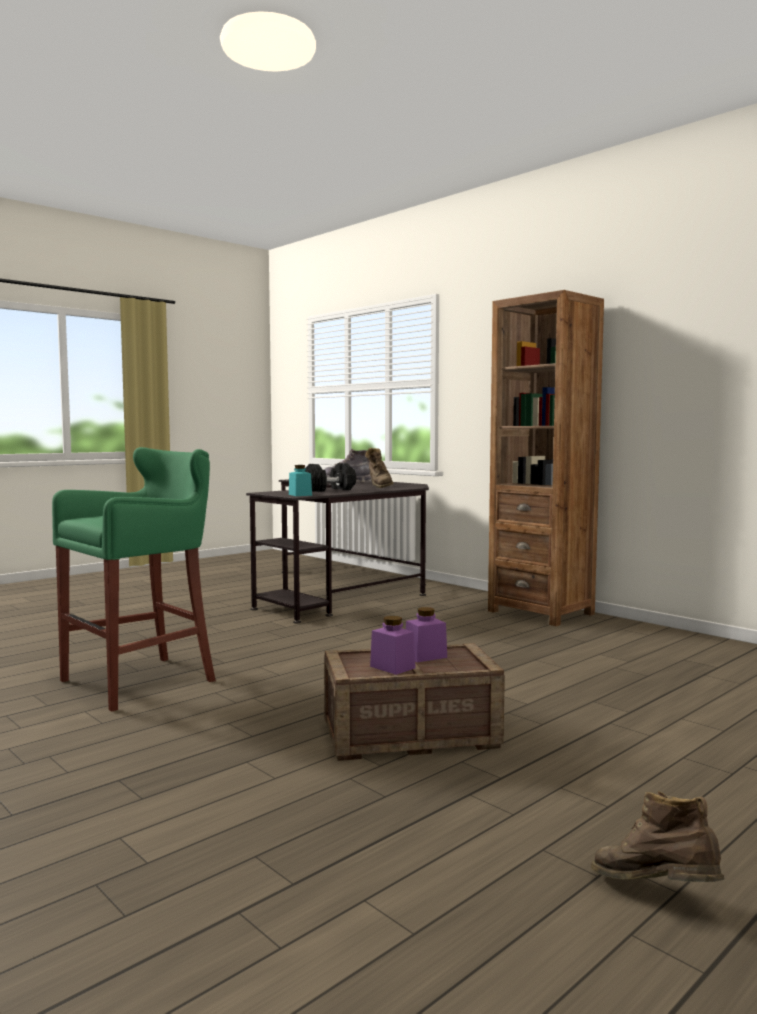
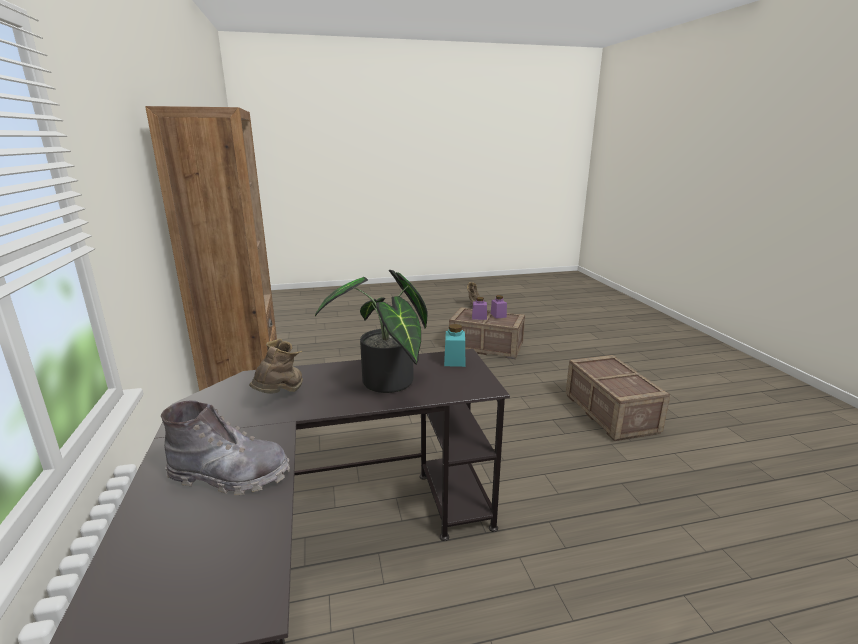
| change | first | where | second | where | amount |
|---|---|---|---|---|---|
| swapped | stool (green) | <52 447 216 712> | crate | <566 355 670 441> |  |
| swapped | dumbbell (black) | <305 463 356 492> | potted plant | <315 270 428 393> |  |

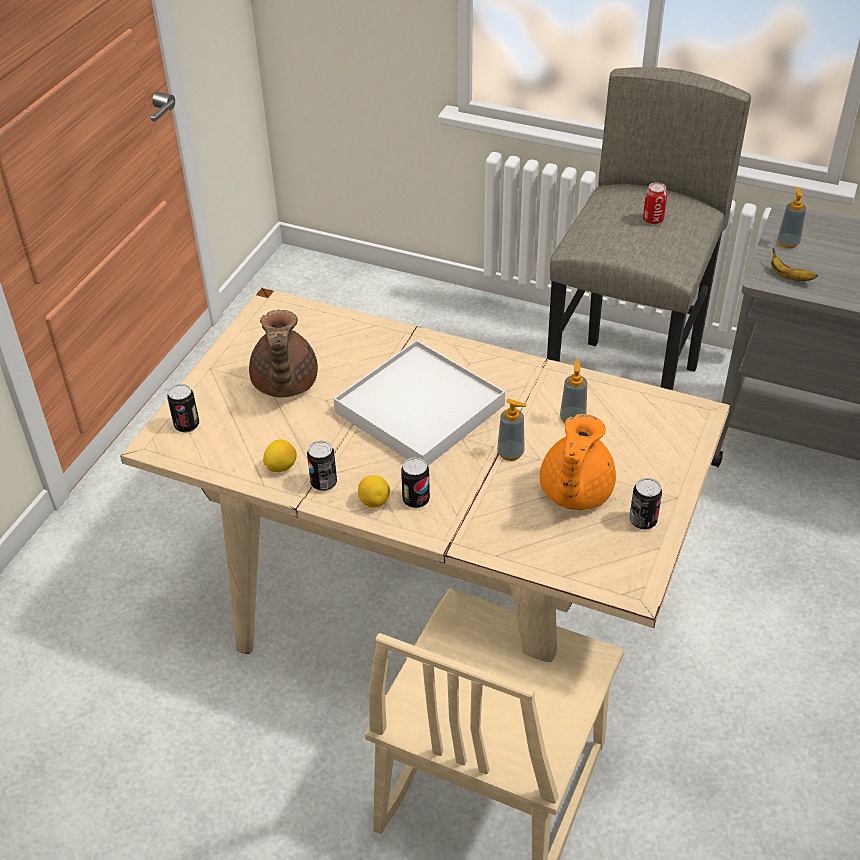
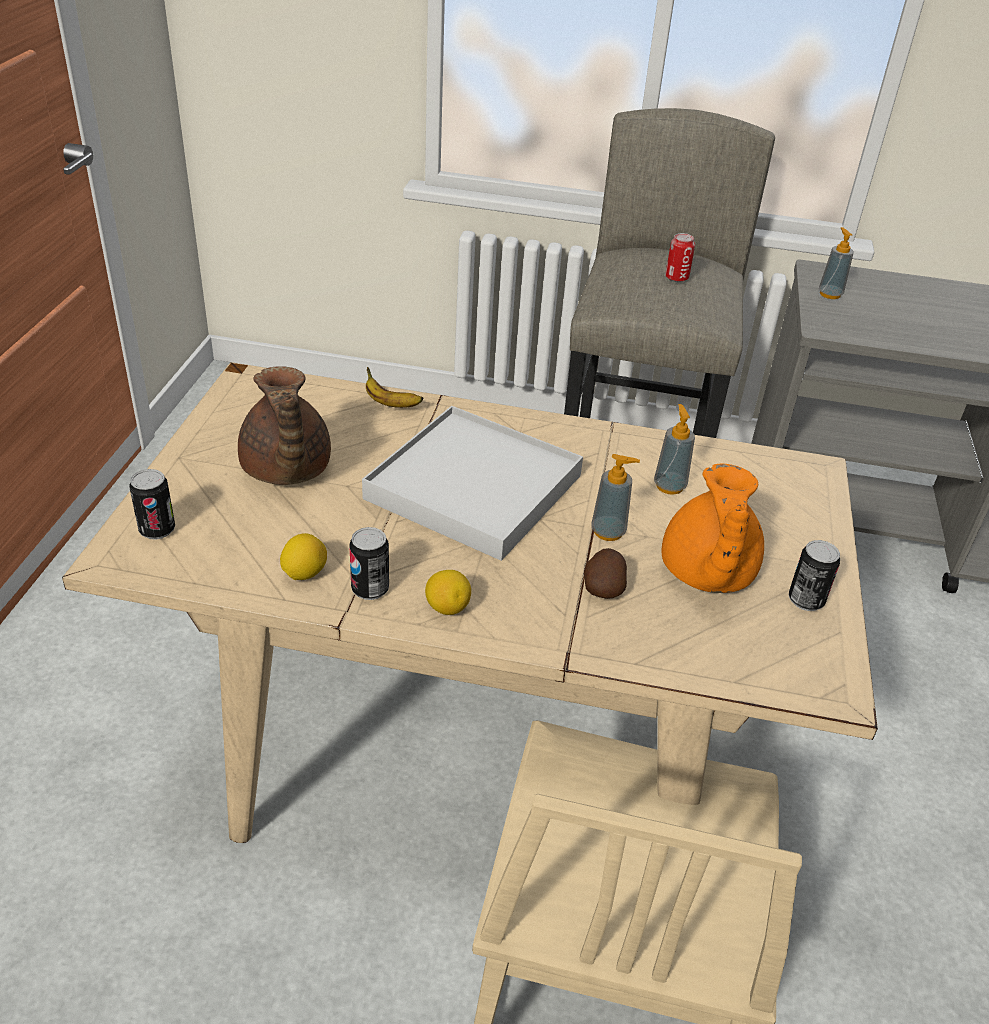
| change | first | where | second | where | amount |
|---|---|---|---|---|---|
| gone | can | <401 457 430 508> |  |  |  |
| shifted | banana | <771 248 818 281> |  | <366 367 423 408> |  |
| new |  |  | potato | <584 548 627 599> |  |

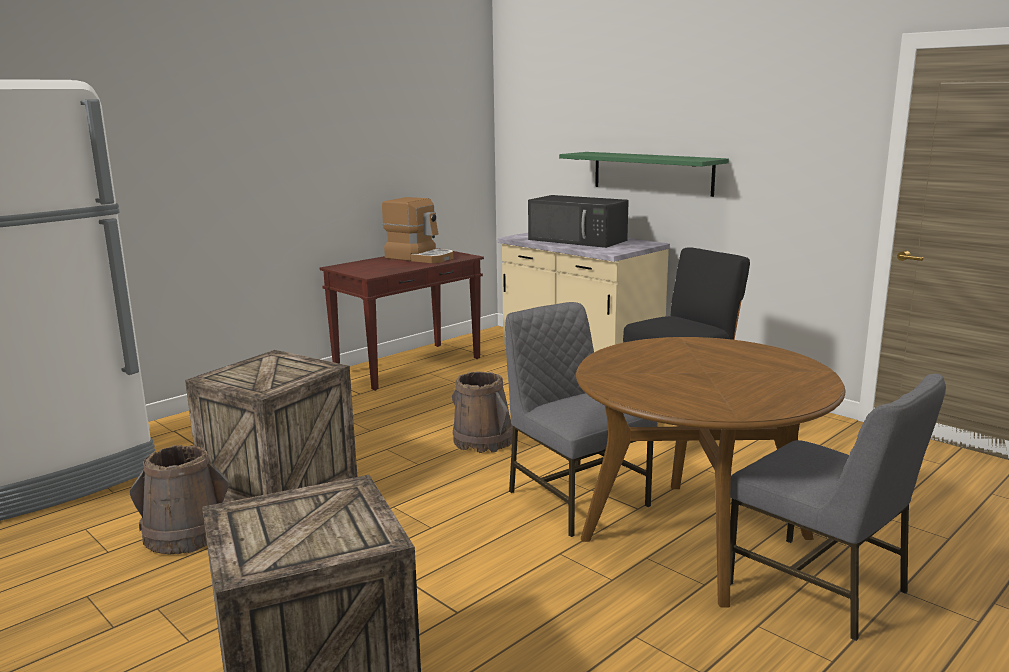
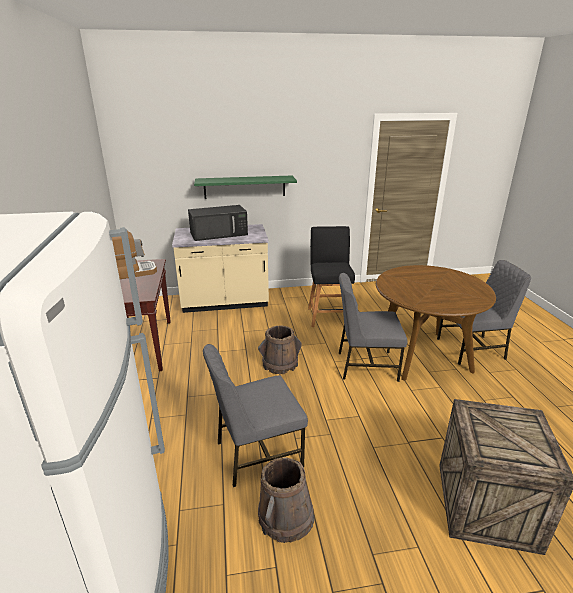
| change | first | where | second | where | amount |
|---|---|---|---|---|---|
| swapped | crate | <185 350 357 503> | chair (grey) | <203 344 308 487> |  |

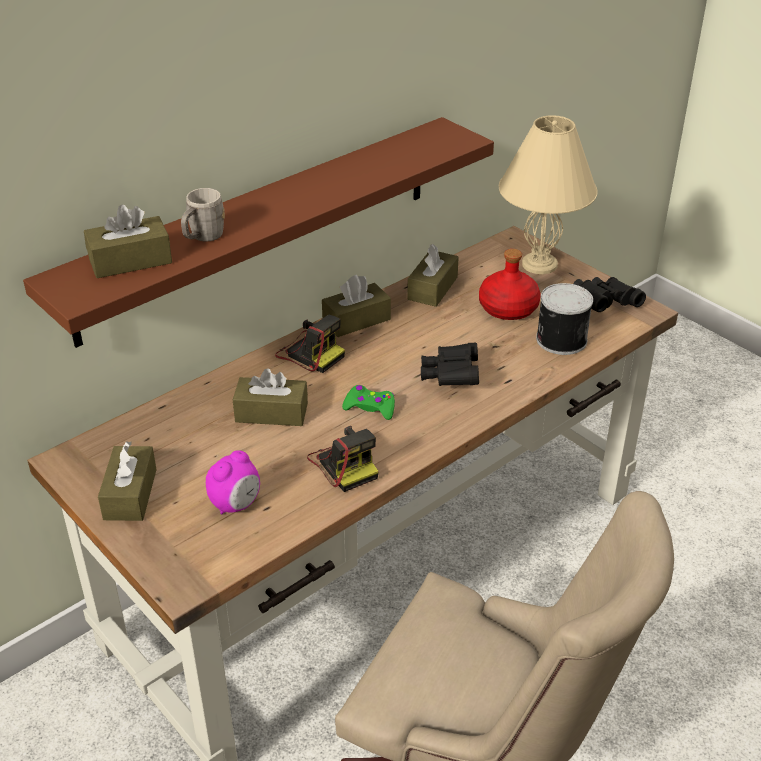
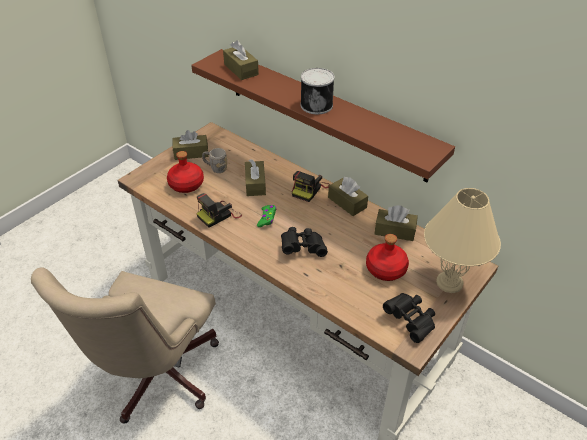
| change | first | where | second | where | amount |
|---|---|---|---|---|---|
| shifted | mug (grey) | <181 188 225 241> |  | <202 148 227 173> |  |
| swapped | alarm clock | <206 450 260 515> | bottle (red) | <167 151 204 193> |  |
| shifted | can | <536 283 593 355> |  | <301 68 335 114> |  |

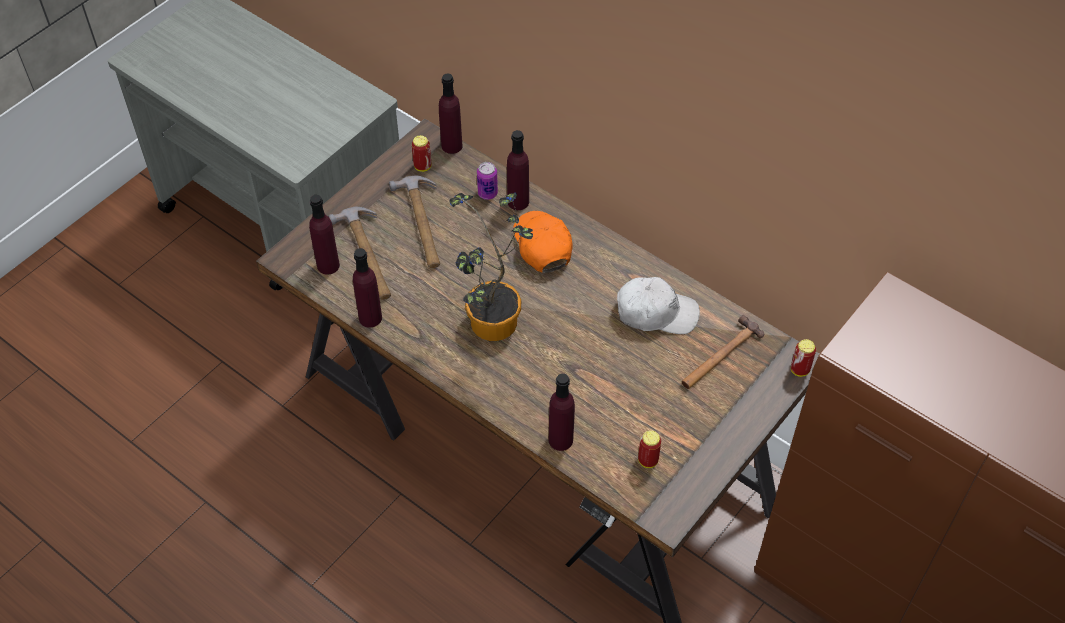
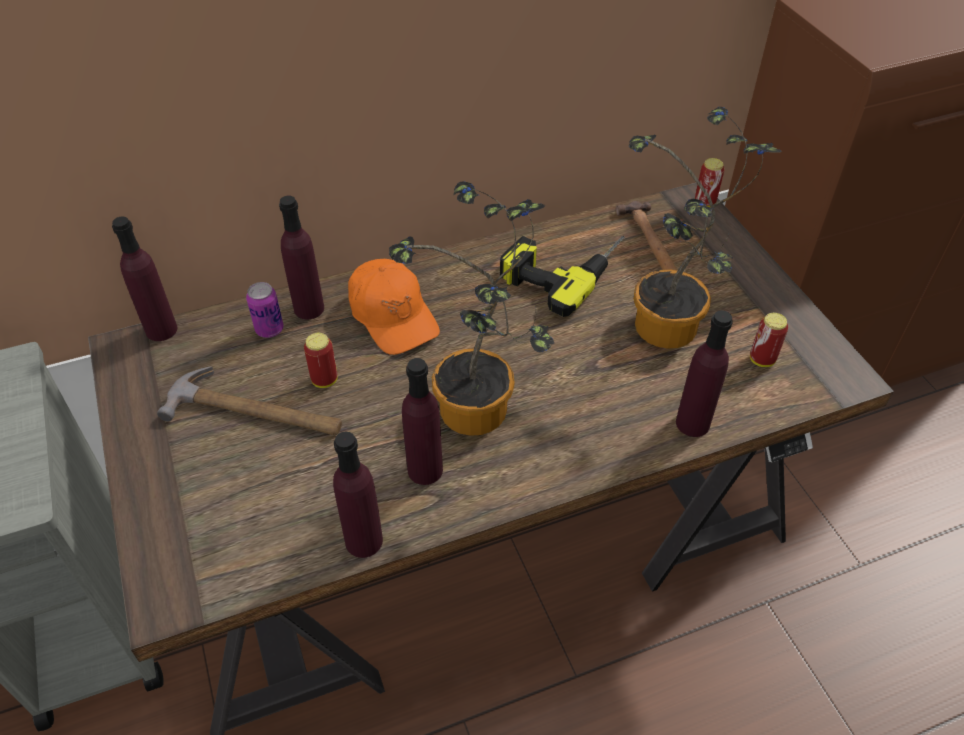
| change | first | where | second | where | amount |
|---|---|---|---|---|---|
| shifted | bottle (purple) | <309 195 340 275> |  | <402 358 443 485> |  |
| gone | hammer | <328 207 391 300> |  |  |  |
| shifted | can | <412 135 431 172> |  | <304 333 338 388> |  |
| rotated | cap (orange) | <513 211 573 273> |  | <348 259 440 355> | 135 degrees counterclockwise |
| swapped | cap (white) | <617 277 700 334> | power drill | <500 236 625 317> |  |
| new |  |  | potted plant | <629 107 782 349> |  |

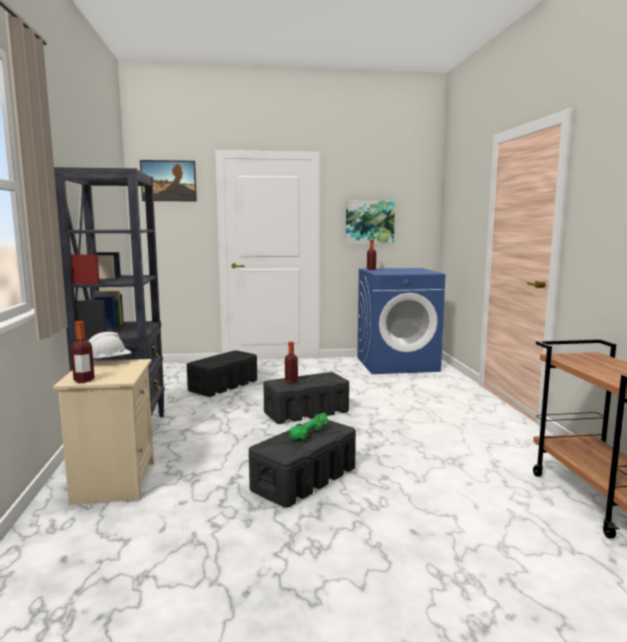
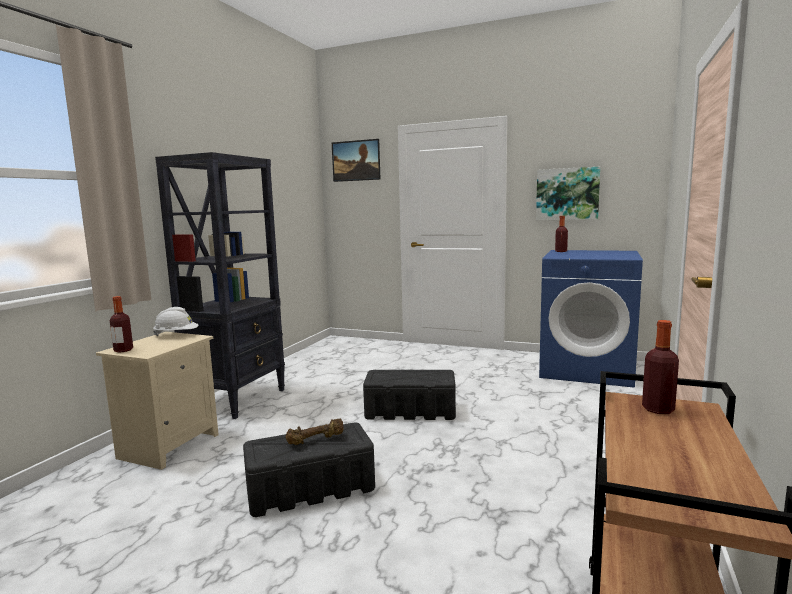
| change | first | where | second | where | amount |
|---|---|---|---|---|---|
| gone | storage box (black) | <187 350 257 397> |  |  |  |
| shifted | bottle | <285 342 298 383> |  | <642 320 679 414> |  |
| repainted | dumbbell (green) | <289 413 328 440> | dumbbell (brown) | <285 419 343 445> |  |

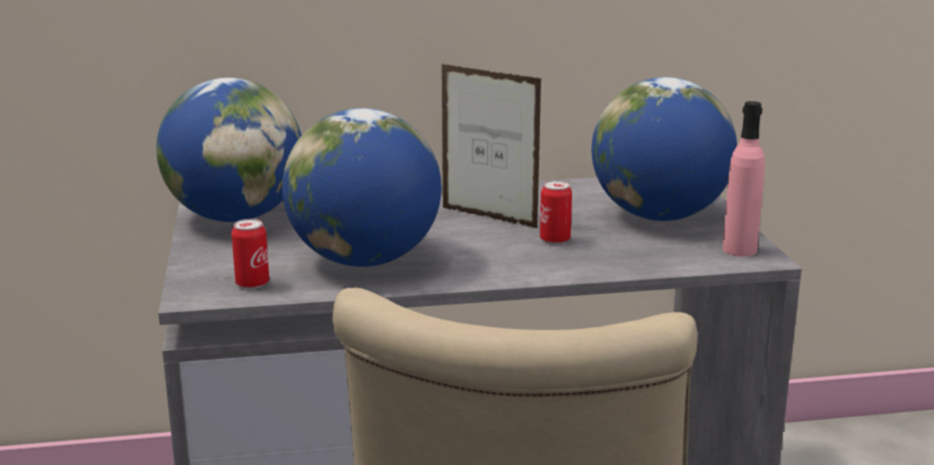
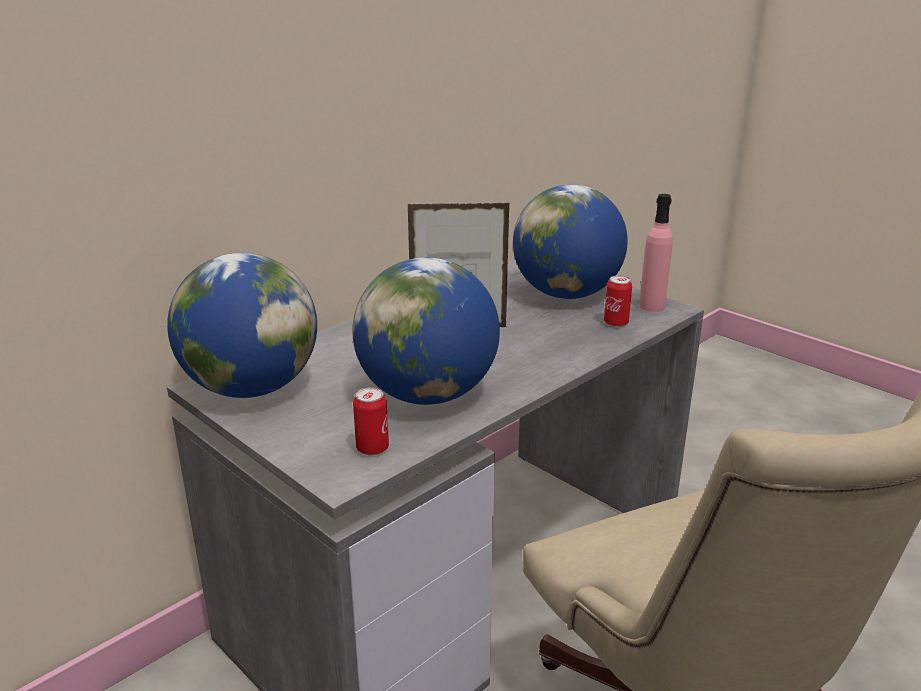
| change | first | where | second | where | amount |
|---|---|---|---|---|---|
| shifted | can | <540 180 572 244> |  | <604 275 632 327> |  |

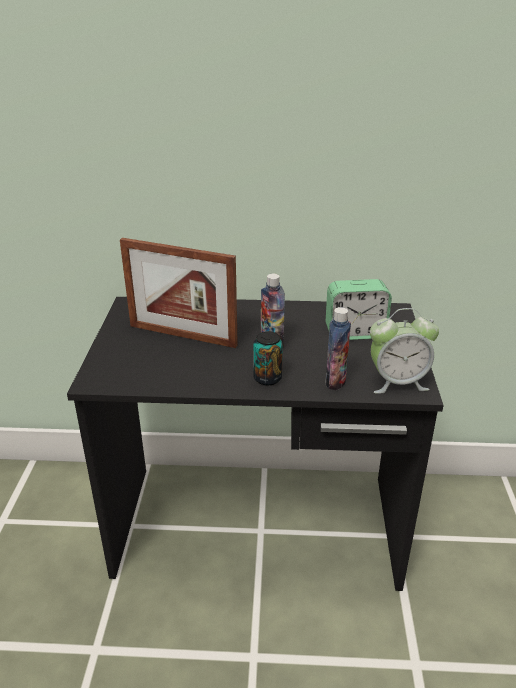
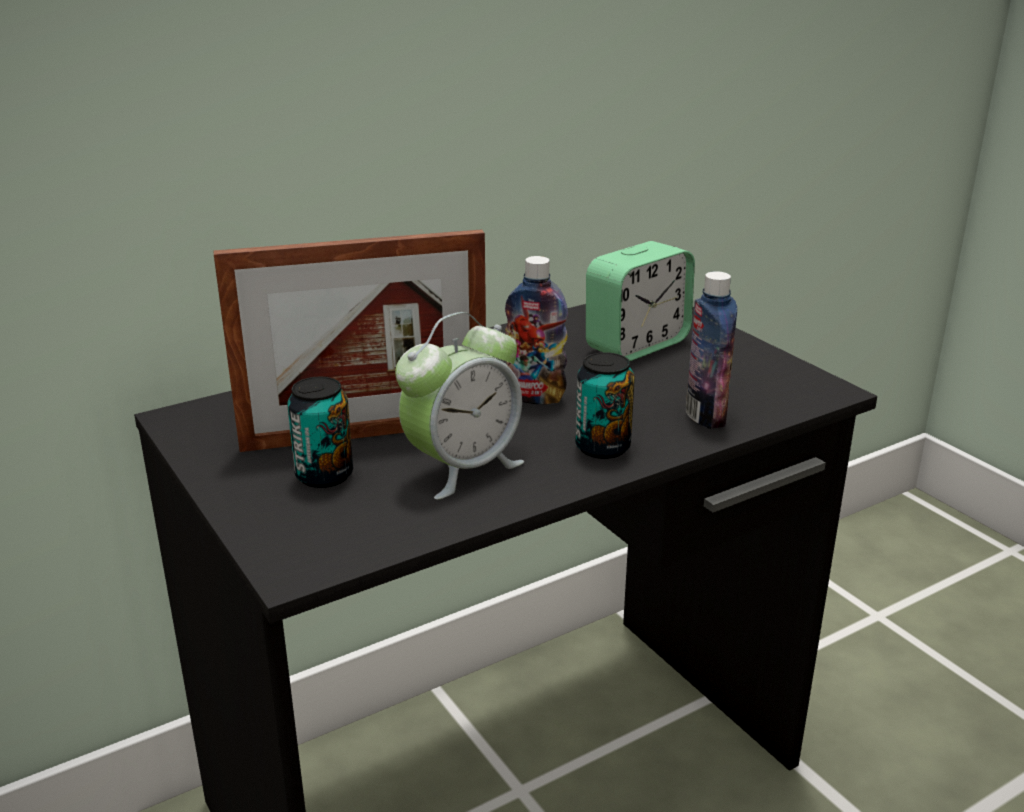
| change | first | where | second | where | amount |
|---|---|---|---|---|---|
| shifted | alarm clock | <370 308 439 394> |  | <395 312 524 500> |  |
| new |  |  | can | <287 377 353 488> |  |

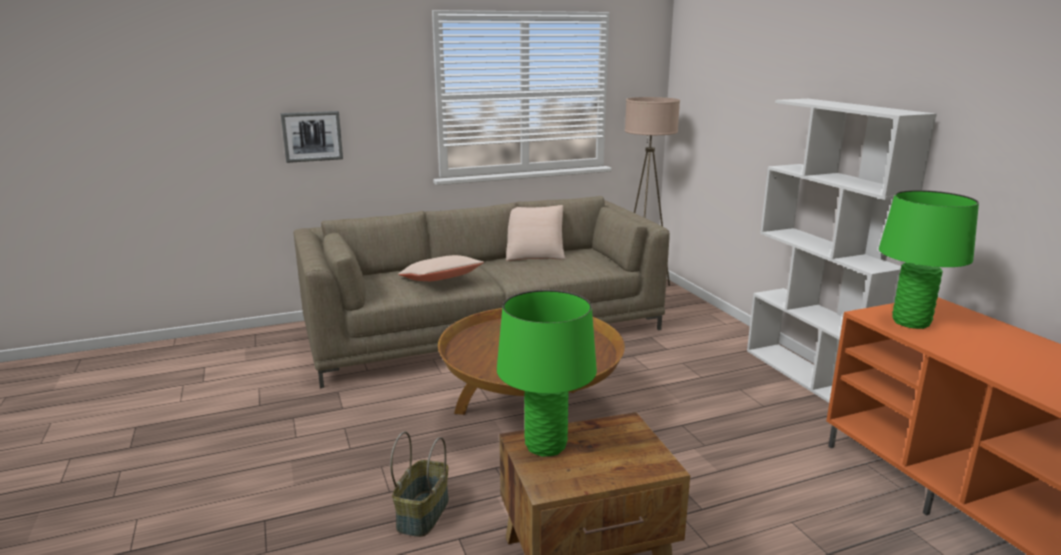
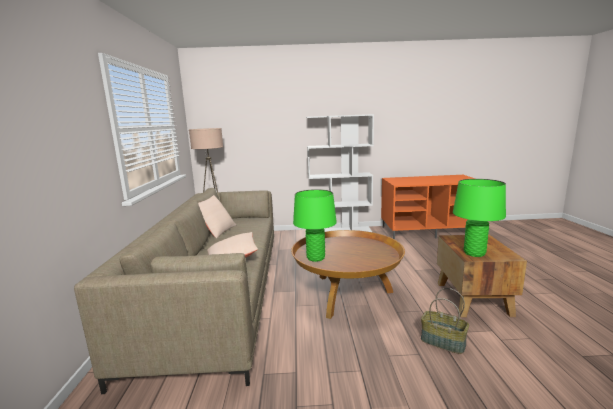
| change | first | where | second | where | amount |
|---|---|---|---|---|---|
| gone | picture | <281 111 343 163> |  |  |  |
| shifted | table lamp (green) | <879 190 979 329> |  | <293 189 337 262> |  |

